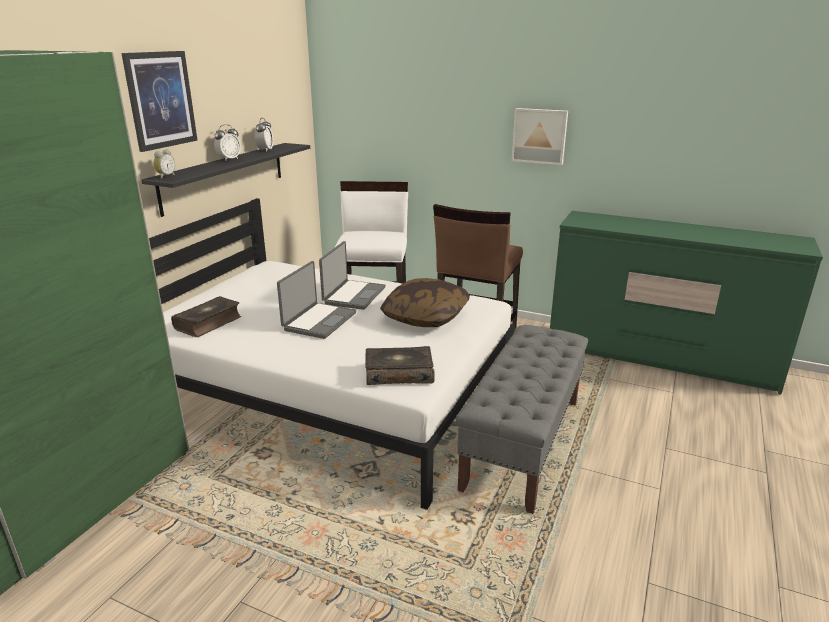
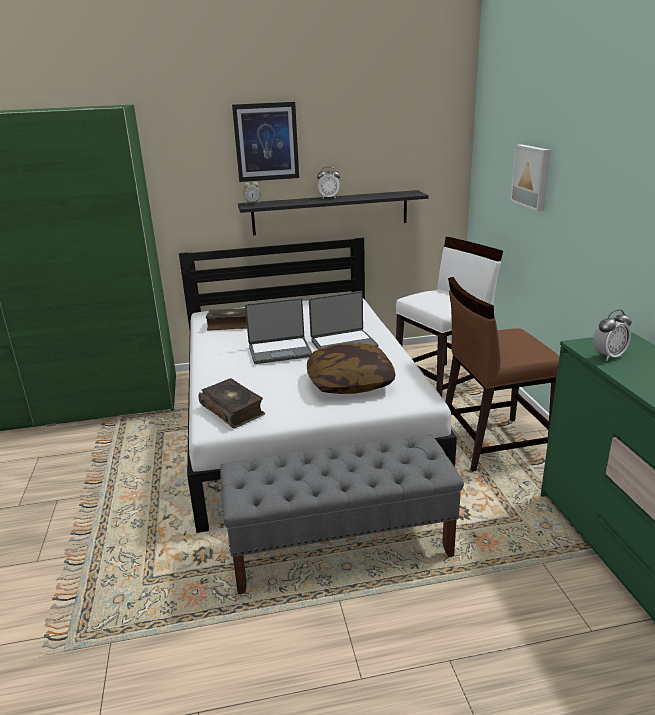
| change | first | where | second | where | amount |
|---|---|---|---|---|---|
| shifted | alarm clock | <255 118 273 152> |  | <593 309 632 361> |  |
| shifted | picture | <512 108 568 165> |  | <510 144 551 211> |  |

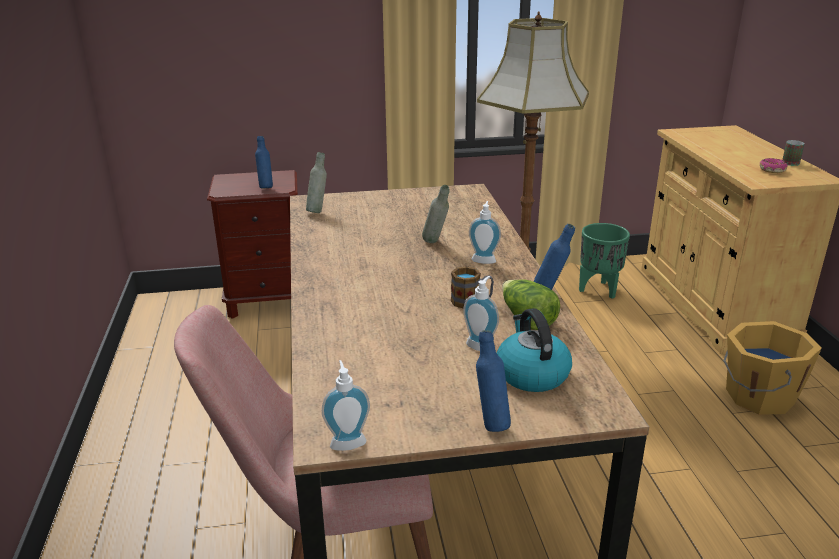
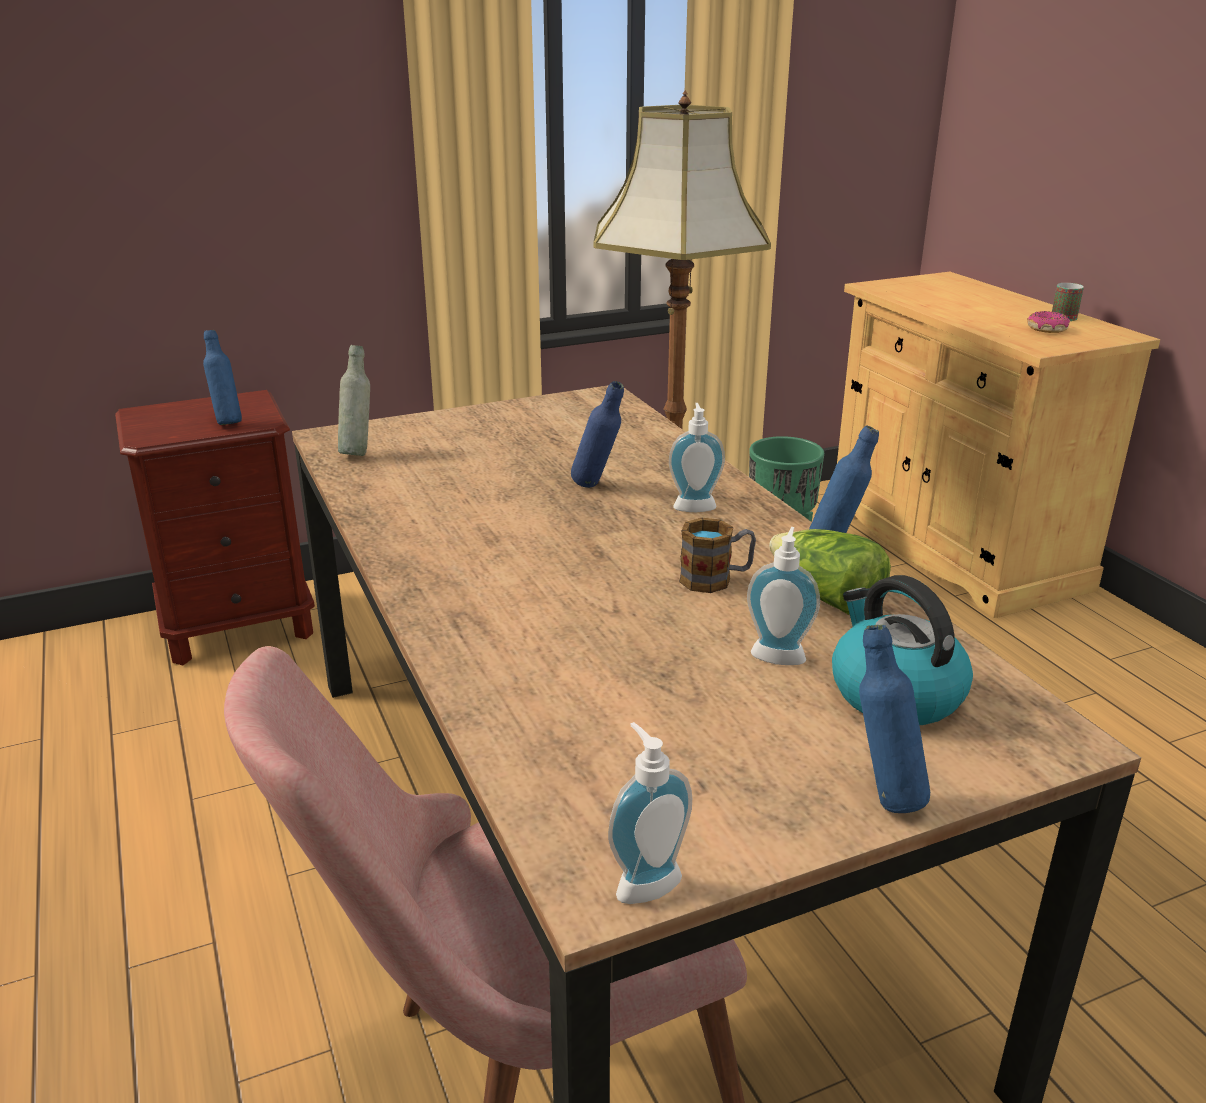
| change | first | where | second | where | amount |
|---|---|---|---|---|---|
| repainted | bottle (grey) | <422 185 450 243> | bottle (blue) | <571 381 624 488> |  |
| gone | bucket (orange) | <723 321 822 415> |  |  |  |

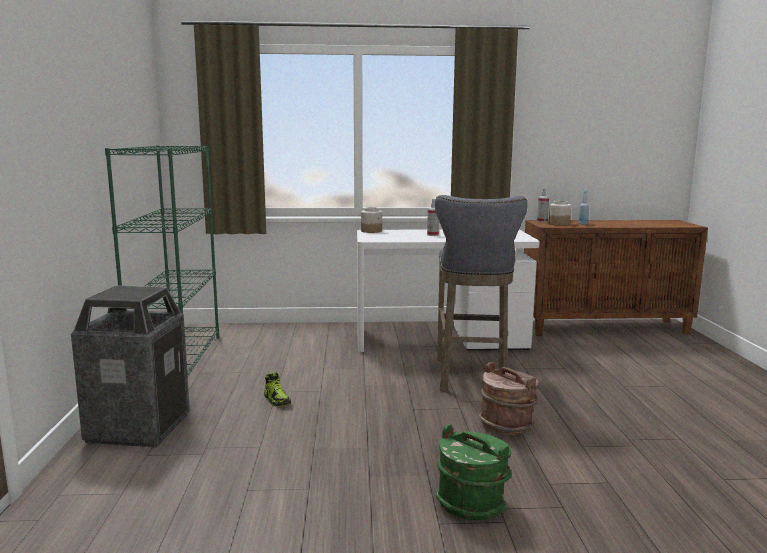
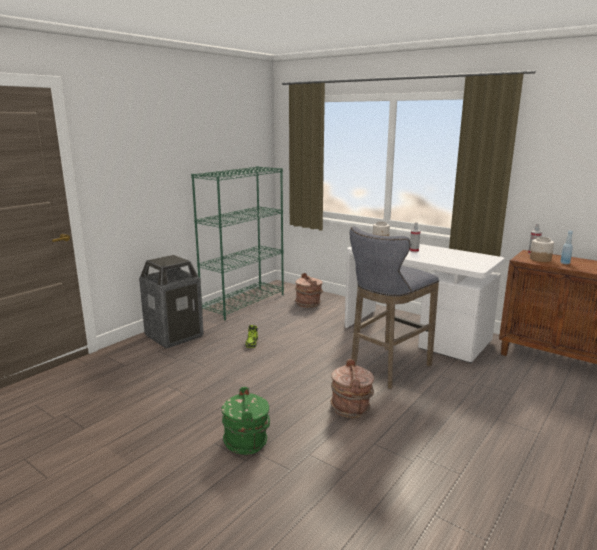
| change | first | where | second | where | amount |
|---|---|---|---|---|---|
| new |  |  | bucket (brown) | <295 273 323 308> |  |

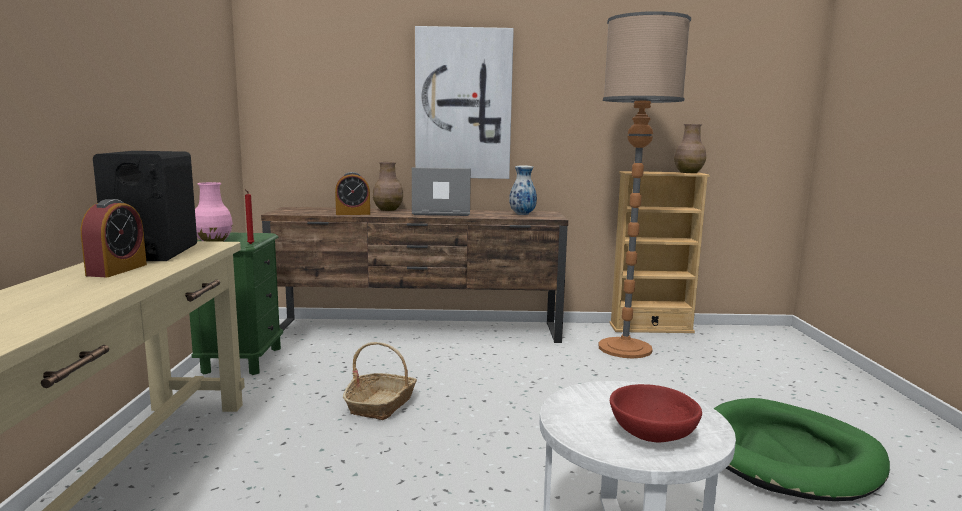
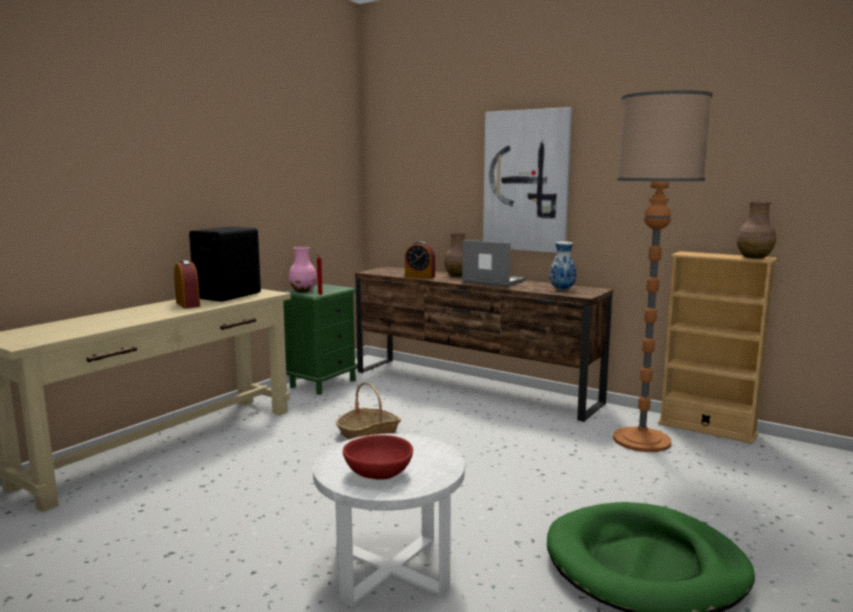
| change | first | where | second | where | amount |
|---|---|---|---|---|---|
| rotated | alarm clock | <81 199 147 277> |  | <174 260 200 308> | 75 degrees counterclockwise |

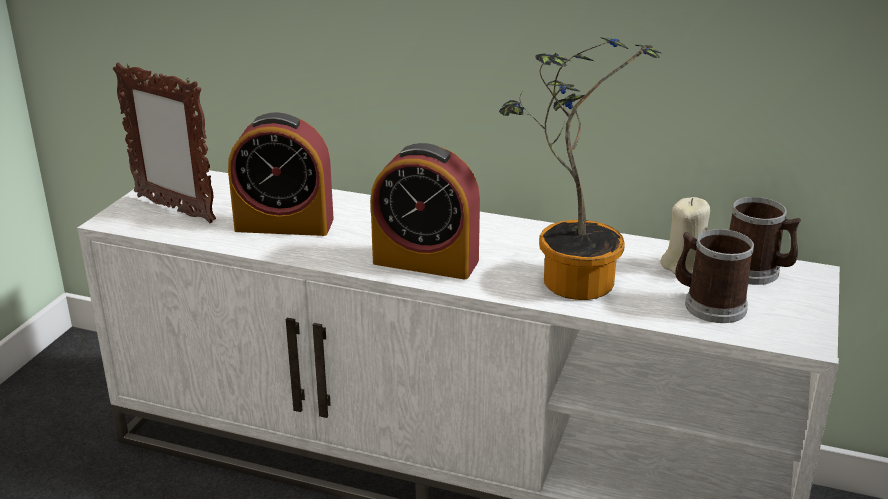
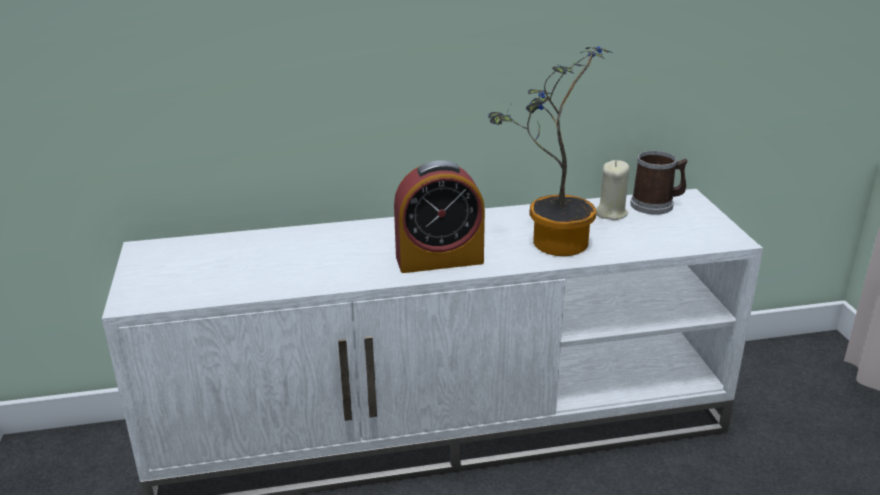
| change | first | where | second | where | amount |
|---|---|---|---|---|---|
| gone | picture frame | <113 62 216 223> |  |  |  |
| gone | alarm clock | <228 112 334 236> |  |  |  |
| gone | mug | <675 229 754 323> |  |  |  |

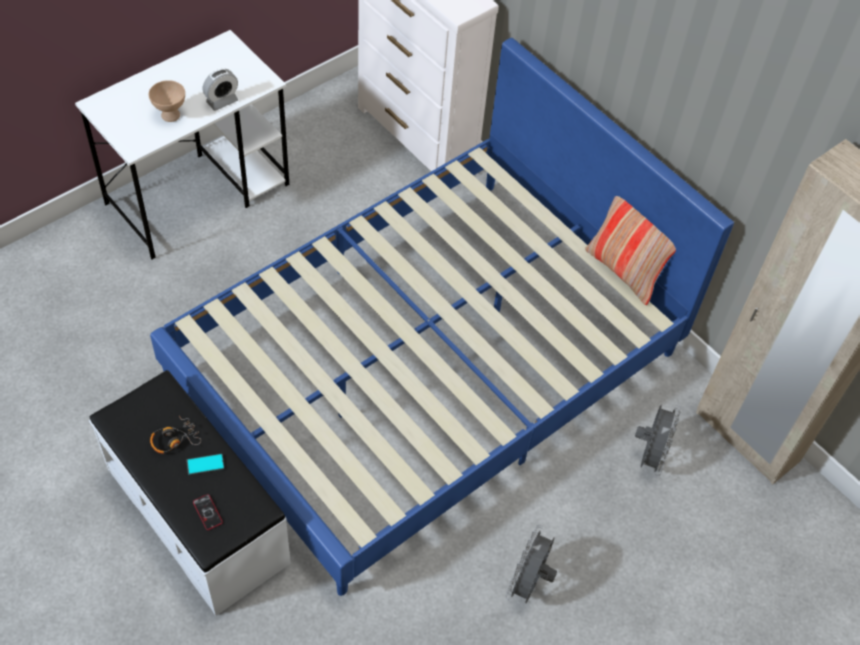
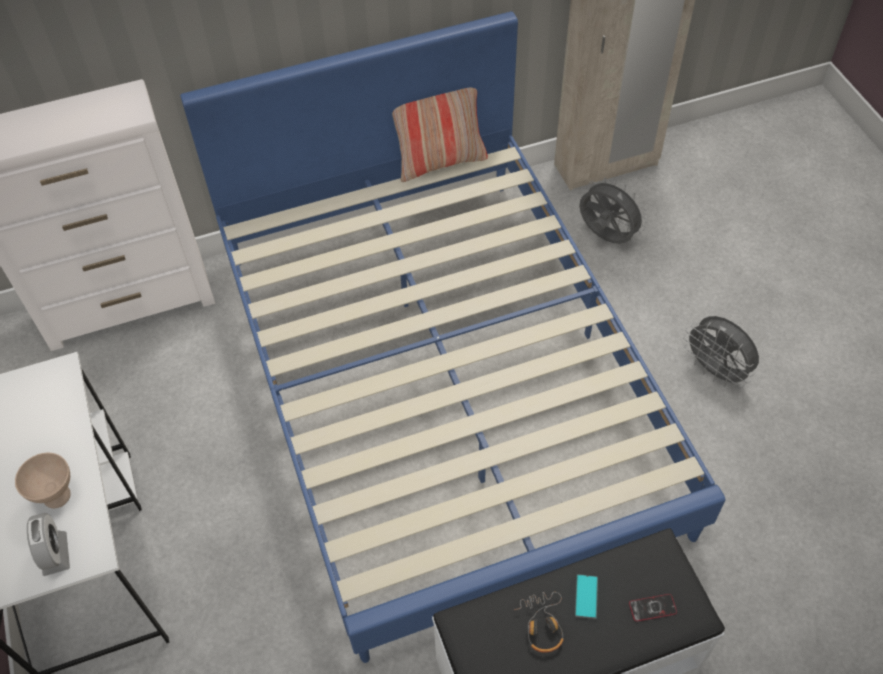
| change | first | where | second | where | amount |
|---|---|---|---|---|---|
| shifted | alarm clock | <203 69 238 111> |  | <27 513 70 576> |  |

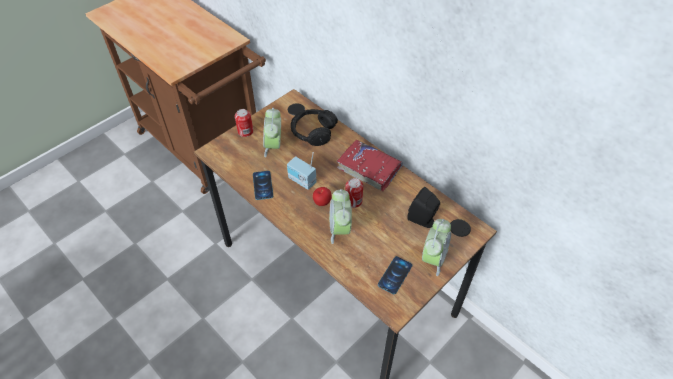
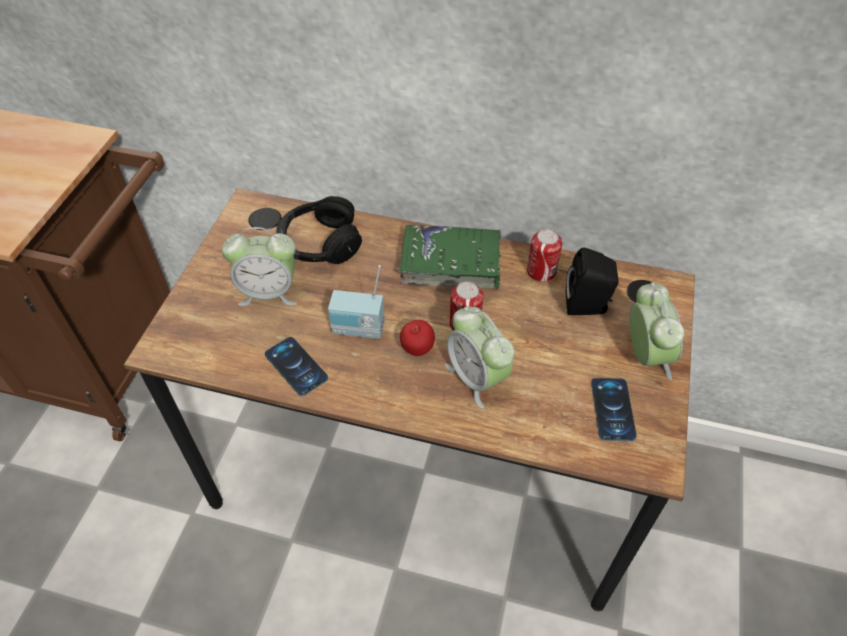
| change | first | where | second | where | amount |
|---|---|---|---|---|---|
| shifted | can | <235 109 253 137> |  | <527 229 562 282> |  |
| rotated | alarm clock | <263 108 281 157> |  | <222 227 297 306> | 60 degrees counterclockwise |
| repainted | book (red) | <337 140 403 191> | book (green) | <399 225 502 289> |  |

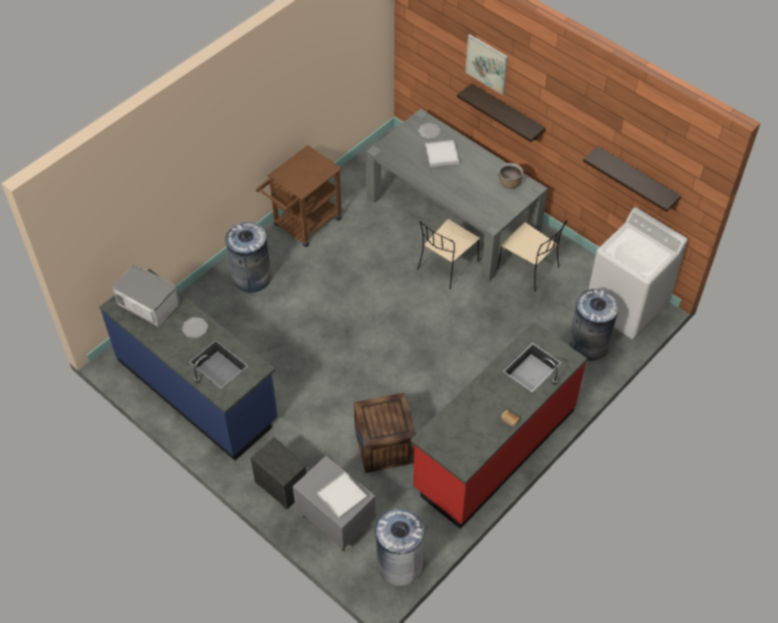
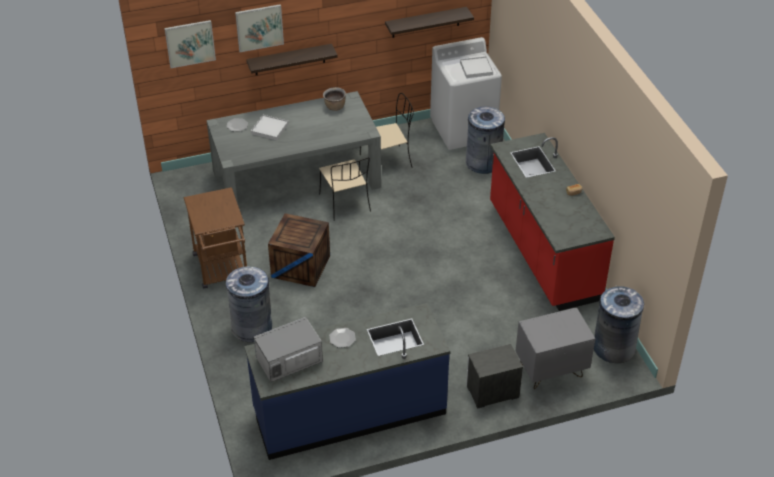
| change | first | where | second | where | amount |
|---|---|---|---|---|---|
| shifted | tray (white) | <317 472 367 519> |  | <460 56 493 78> |  |
| shifted | crate | <354 393 416 473> |  | <268 213 330 287> |  |
| new |  |  | picture | <164 20 216 68> |  |

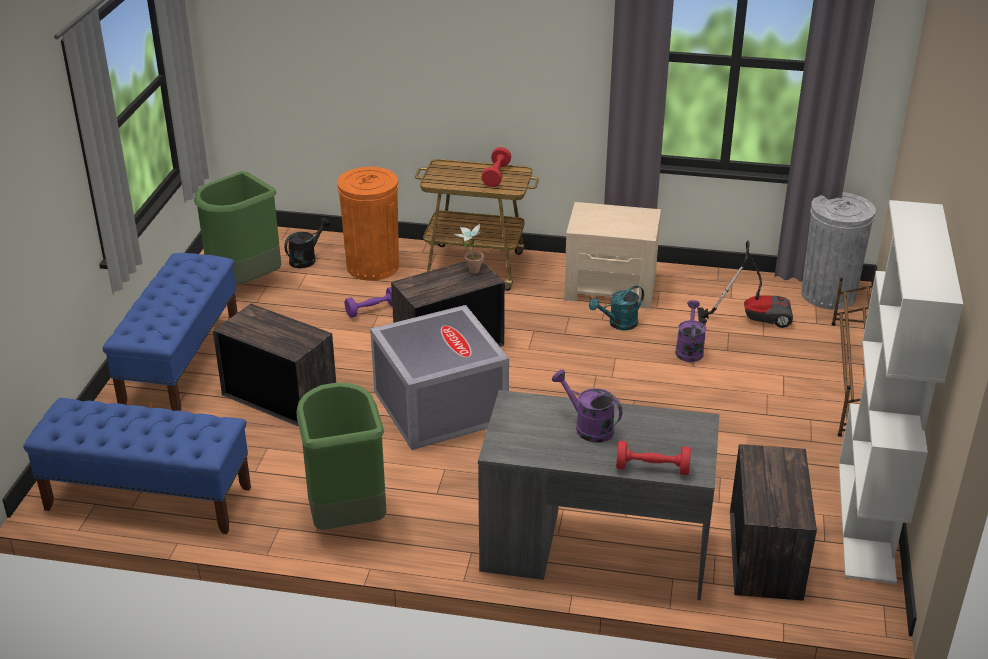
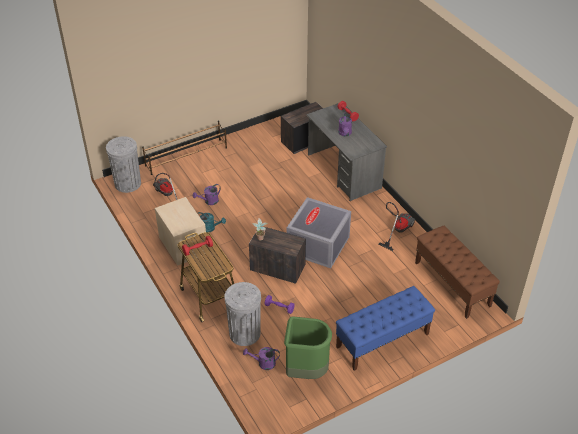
| change | first | where | second | where | amount |
|---|---|---|---|---|---|
| repainted | bench (blue) | <23 398 251 534> | bench (brown) | <415 225 500 319> |  |
| gone | crate | <213 304 336 427> |  |  |  |
| repainted | watering can (black) | <284 217 330 268> | watering can (purple) | <243 347 280 370> |  |
| swapped | trash can (green) | <297 382 387 530> | vacuum cleaner | <379 202 415 251> |  |
| repainted | trash can (orange) | <337 167 399 281> | trash can (grey) | <225 282 261 346> |  |
| gone | bookcase (white) | <839 200 963 584> |  |  |  |

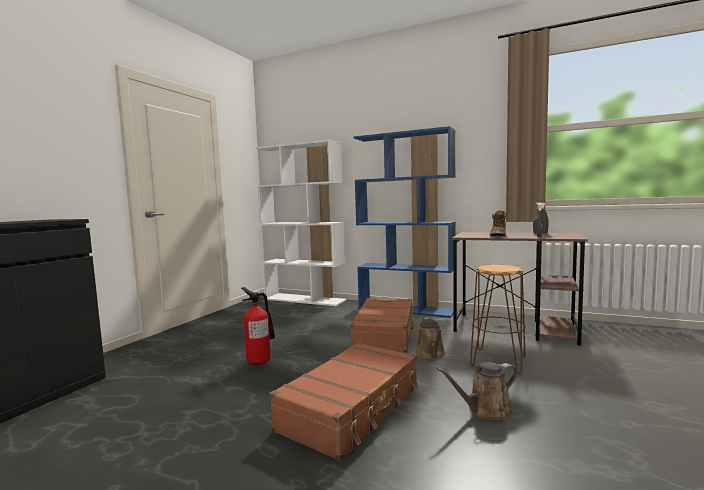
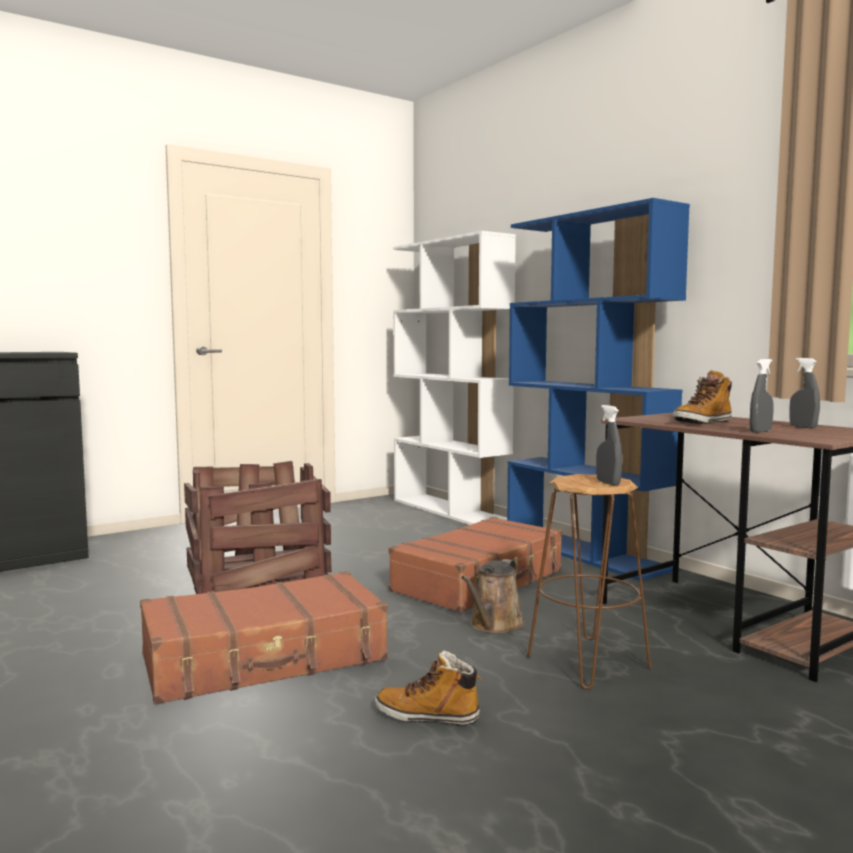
| change | first | where | second | where | amount |
|---|---|---|---|---|---|
| swapped | fire extinguisher | <241 287 275 365> | crate | <184 461 332 594> |  |
| swapped | watering can (brown) | <437 362 518 420> | boot | <375 651 481 726> |  |
| new |  |  | spray bottle (grey) | <596 405 622 485> |  |

